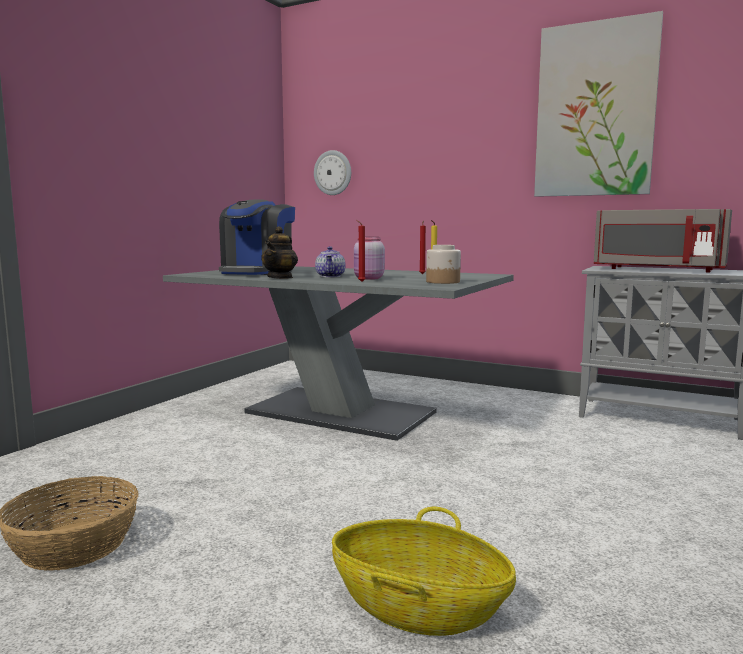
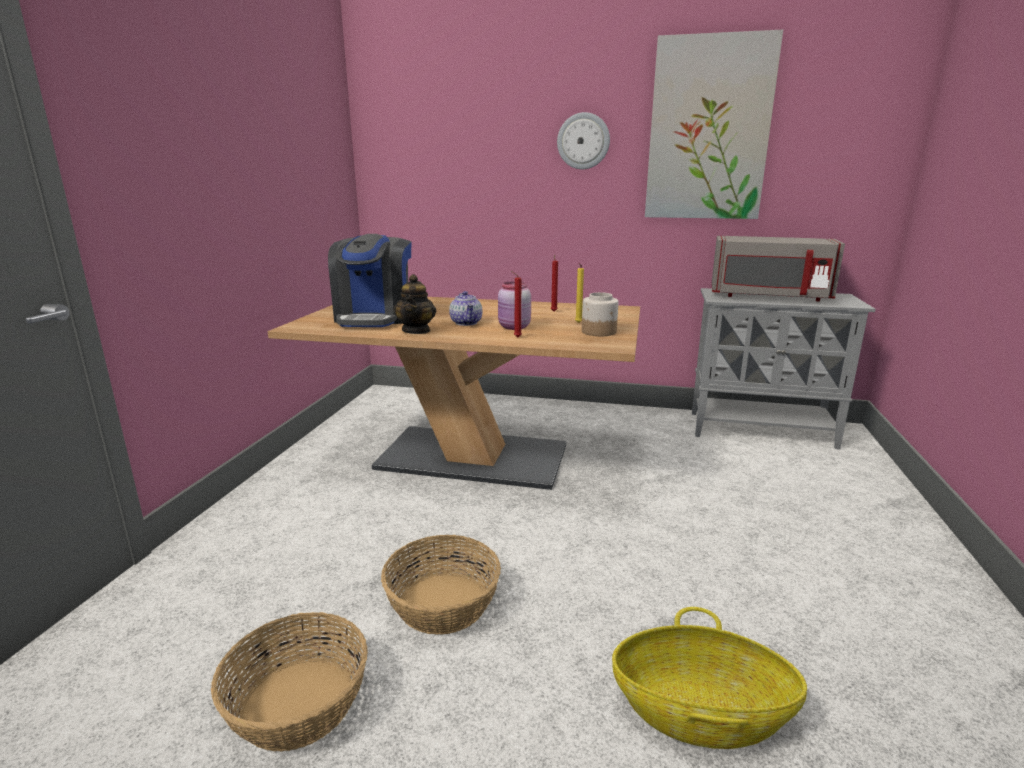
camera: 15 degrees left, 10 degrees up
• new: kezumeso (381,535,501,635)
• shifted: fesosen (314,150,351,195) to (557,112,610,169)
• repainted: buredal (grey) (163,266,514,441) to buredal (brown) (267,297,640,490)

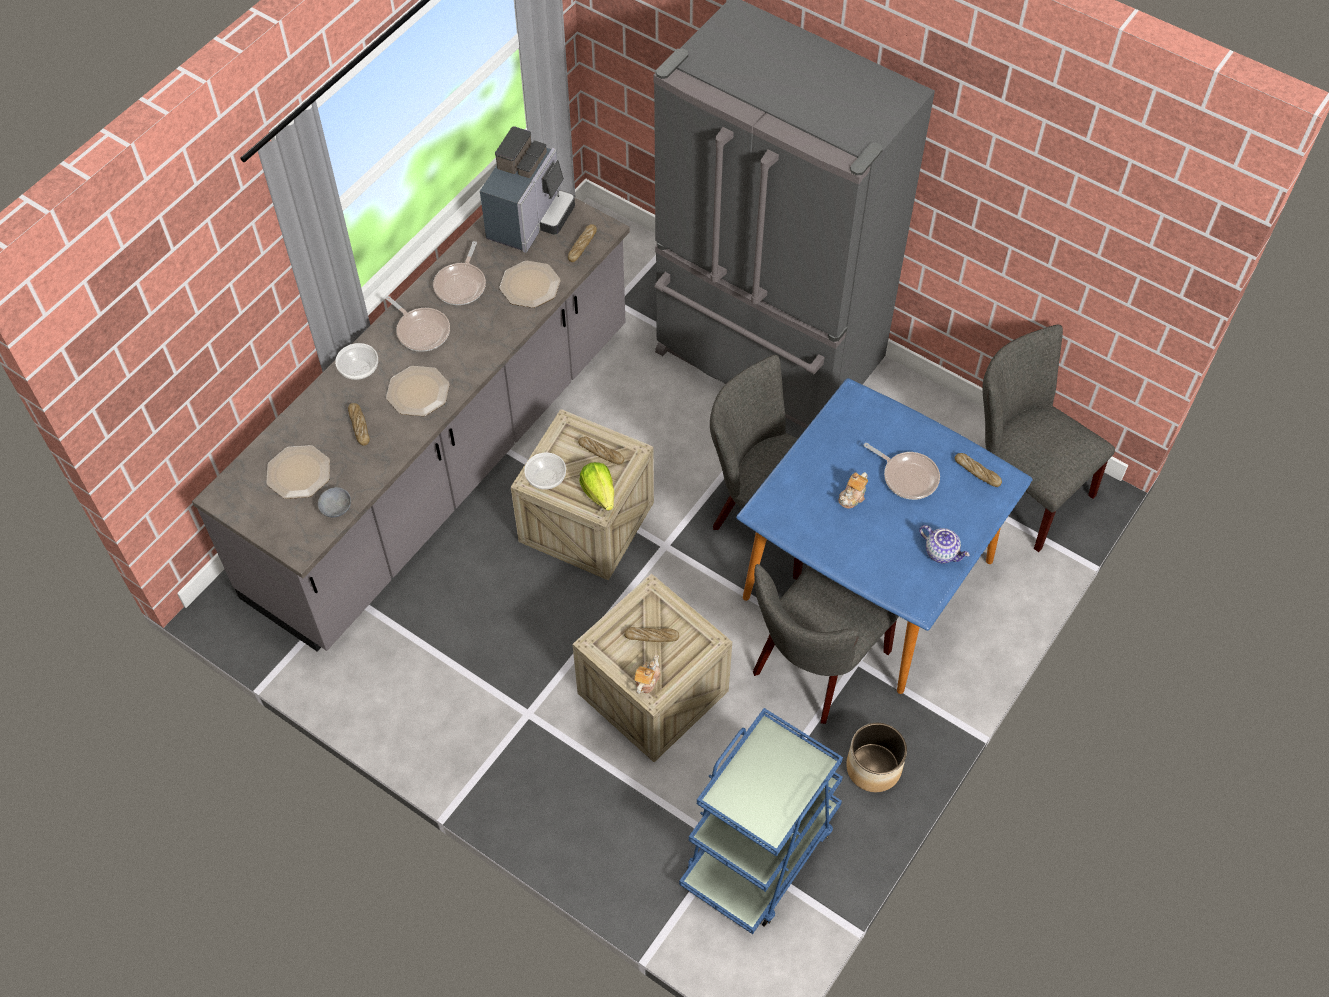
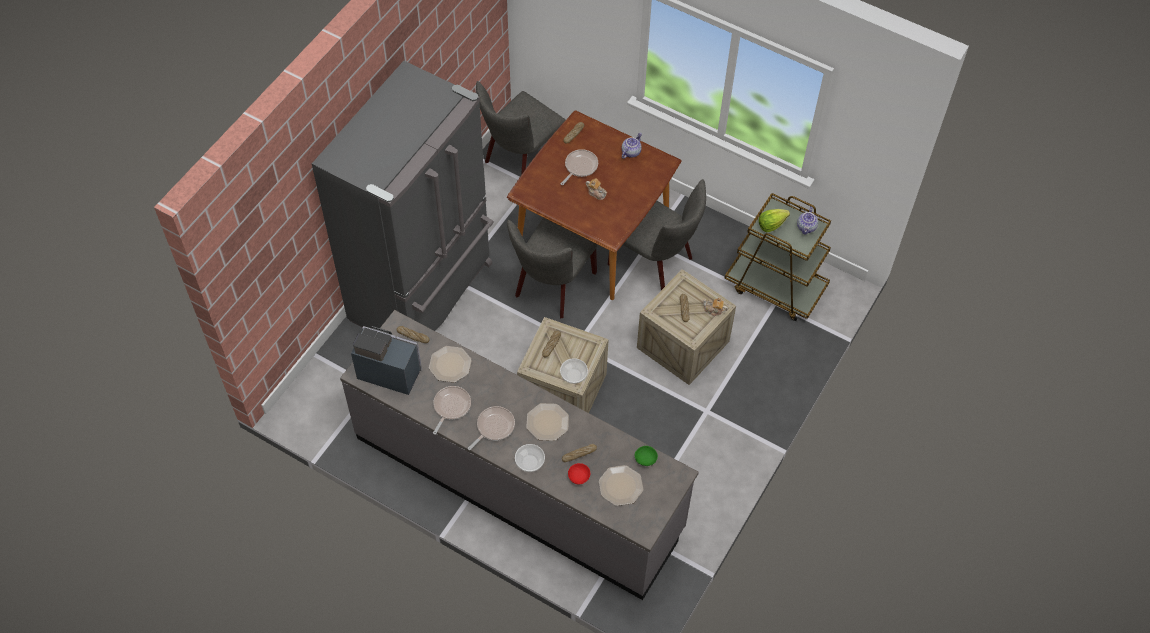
camera: 95 degrees left, 0 degrees up
• gone: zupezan (846,723,907,792)
• new: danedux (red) (568,463,590,485)
• new: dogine (797,207,818,235)
• shifted: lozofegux (579,462,614,511) to (759,209,790,232)
• repainted: danedux (grey) (318,487,351,518) to danedux (green) (635,446,658,466)
• repainted: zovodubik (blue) (679,708,843,934) to zovodubik (brown) (724,193,831,321)
• repainted: buredal (blue) (736,378,1033,694) to buredal (brown) (507,110,682,300)
• rotated: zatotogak (433,241,486,305) = (433,386,471,435) 75 degrees counterclockwise

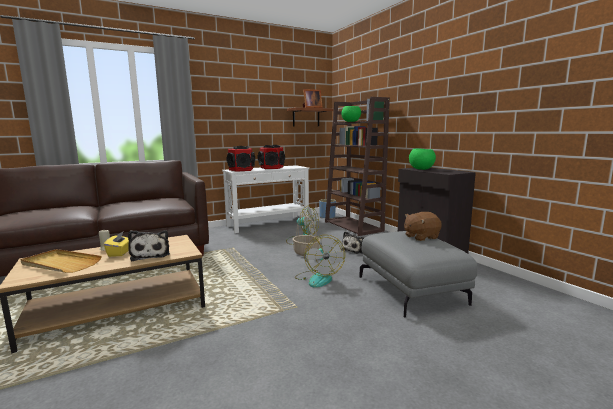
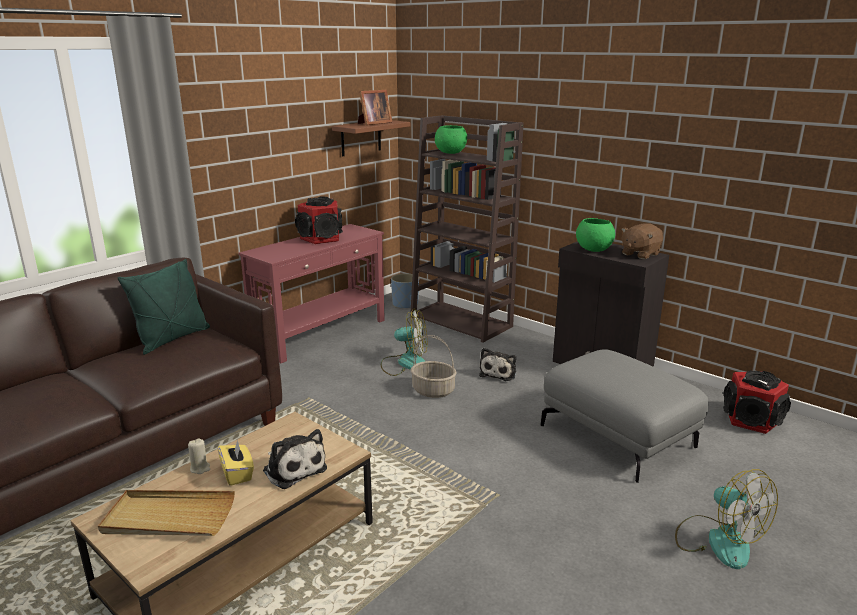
camera: 20 degrees left, 10 degrees up
• new: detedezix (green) (118,259,210,355)
• shifted: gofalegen (226,146,255,172) to (723,370,791,434)
• shifted: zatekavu (295,235,345,287) to (675,469,778,569)
• shifted: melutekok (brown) (404,212,442,241) to (621,223,663,259)
• repainted: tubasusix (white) (222,165,309,233) to tubasusix (red) (239,224,385,363)

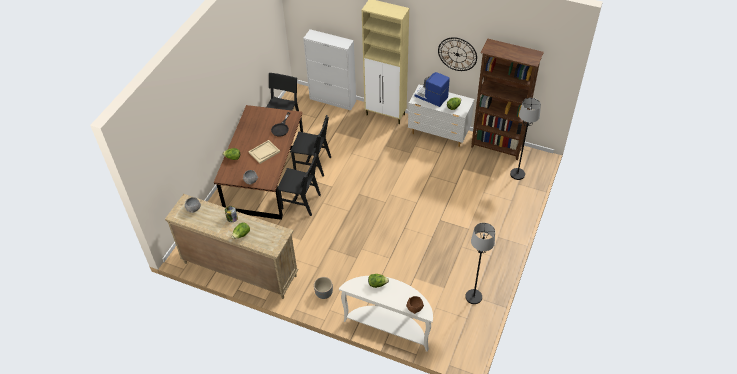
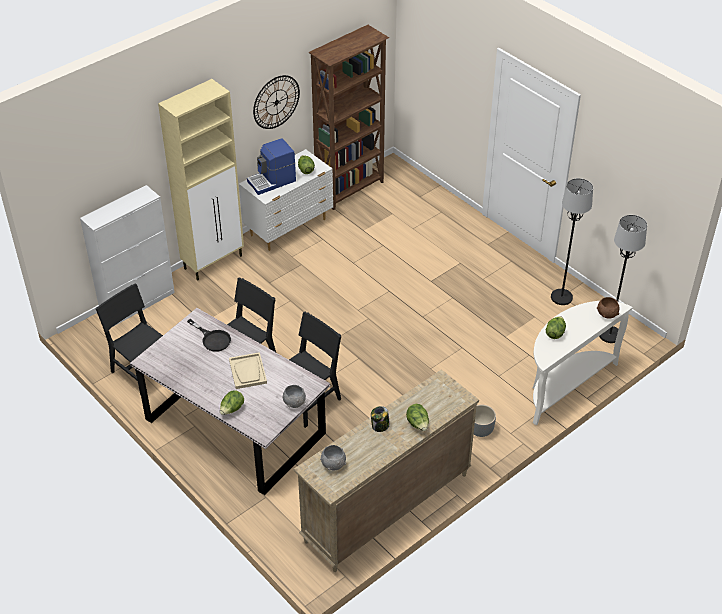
camera: 65 degrees left, 5 degrees down
• shifted: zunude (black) (510,98,541,180) to (599,215,647,343)
• repainted: buredal (brown) (214,105,303,220) to buredal (grey) (130,308,330,495)

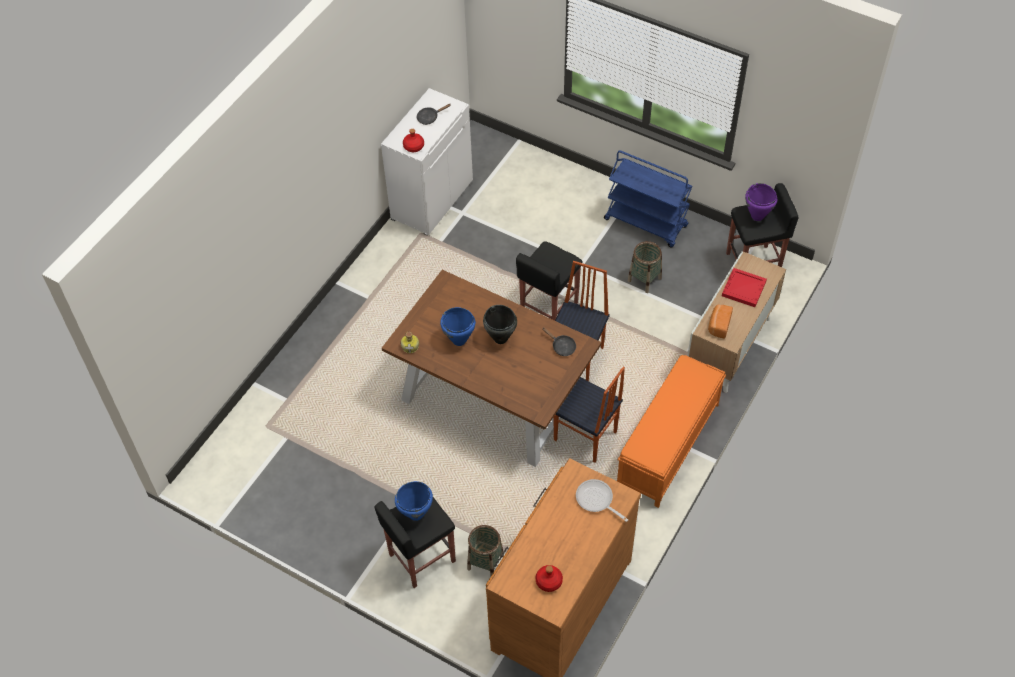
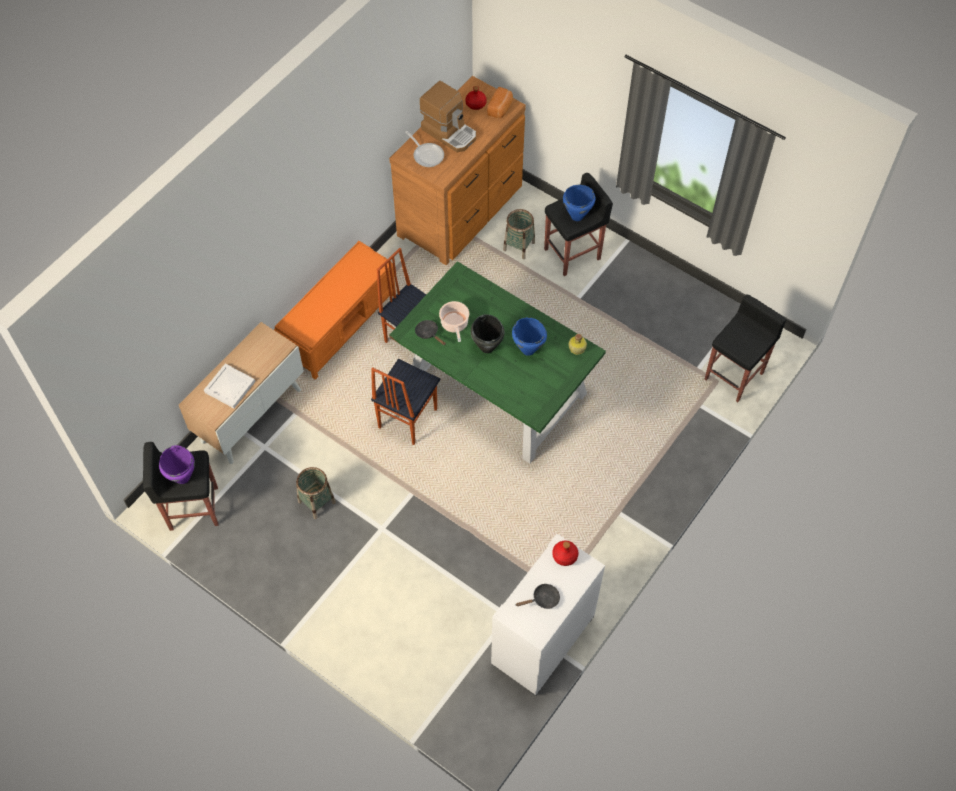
camera: 175 degrees left, 5 degrees up
• gone: zovodubik (blue) (604,150,693,248)
• new: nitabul (420,81,476,152)
• new: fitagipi (439,301,469,342)
• shifted: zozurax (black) (516,241,582,321) to (705,294,786,402)
• shifted: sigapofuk (708,304,733,339) to (487,87,513,118)
• repainted: buredal (brown) (382,270,601,467) to buredal (green) (389,261,606,463)
• repainted: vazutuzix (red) (722,268,767,307) to vazutuzix (white) (204,363,255,408)

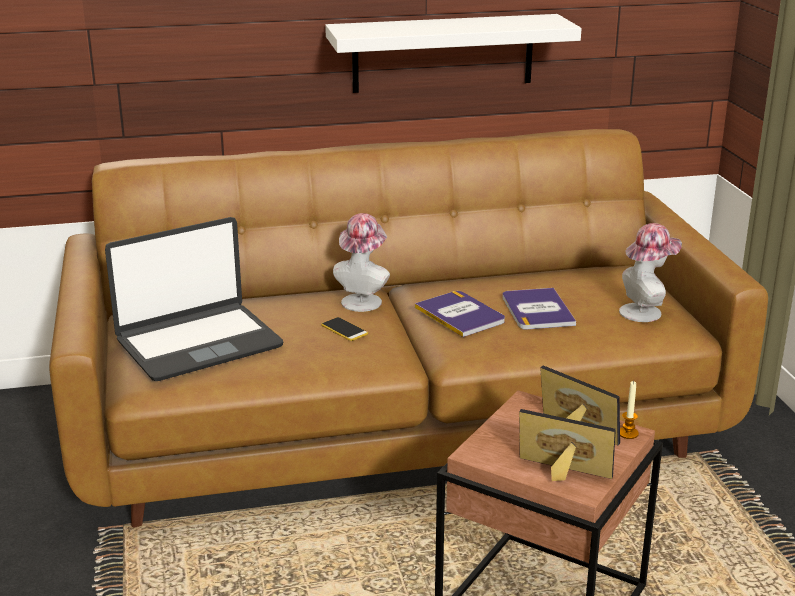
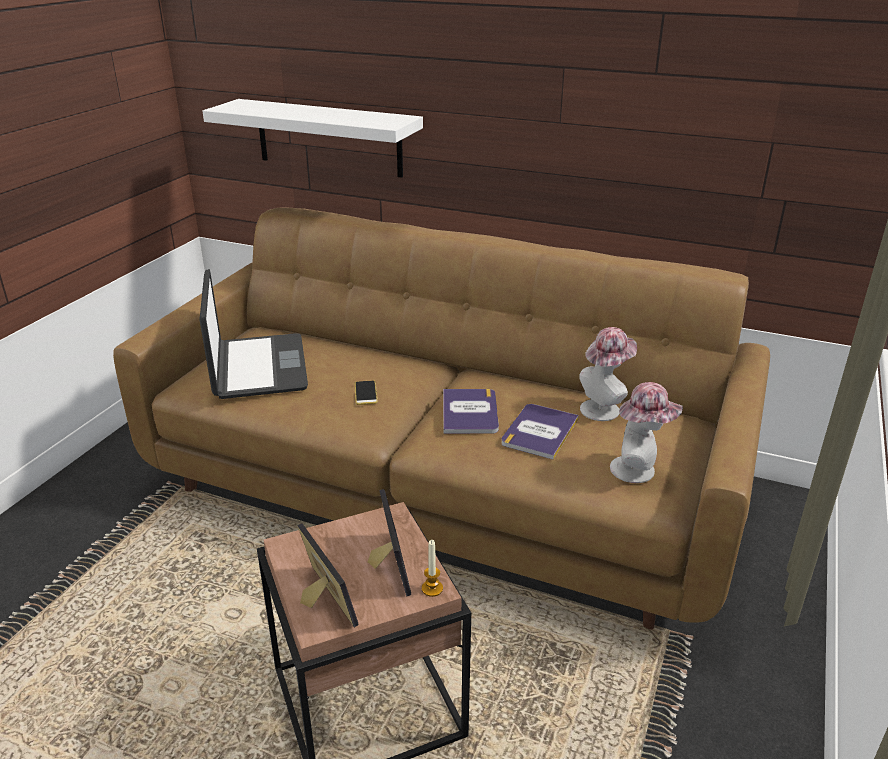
camera: 35 degrees right, 5 degrees up
• shifted: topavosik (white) (325,14,582,93) to (202,99,423,178)
• shifted: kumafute (333,213,390,312) to (579,327,637,421)
• rotated: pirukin (105,217,283,381) = (199,269,308,399) 105 degrees counterclockwise

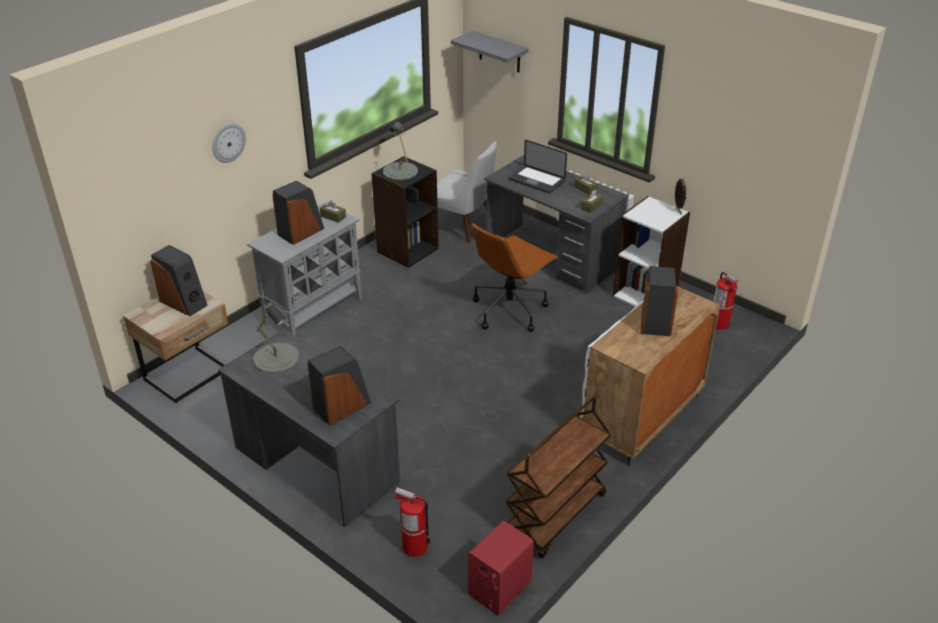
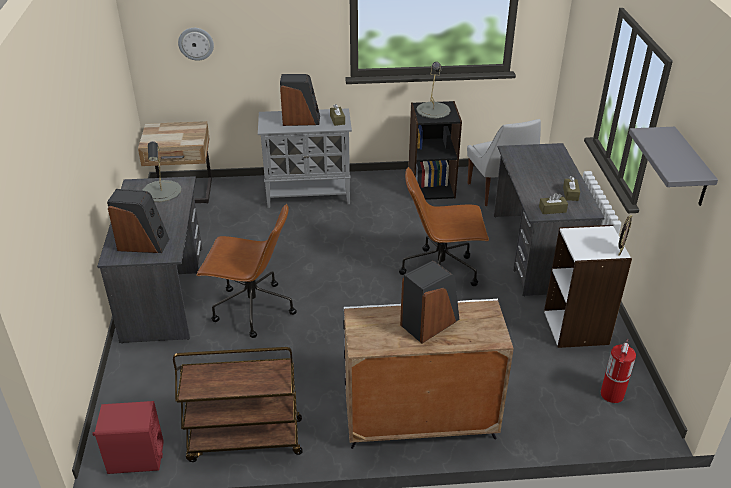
camera: 45 degrees right, 0 degrees up
• gone: gofalegen (150,245,208,316)
• gone: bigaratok (394,487,431,557)
• gone: pirukin (508,140,567,193)
• new: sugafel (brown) (196,204,297,338)
• shifted: fesosen (212,123,246,163) to (178,28,214,61)
• shifted: topavosik (grey) (451,31,529,72) to (629,127,718,206)

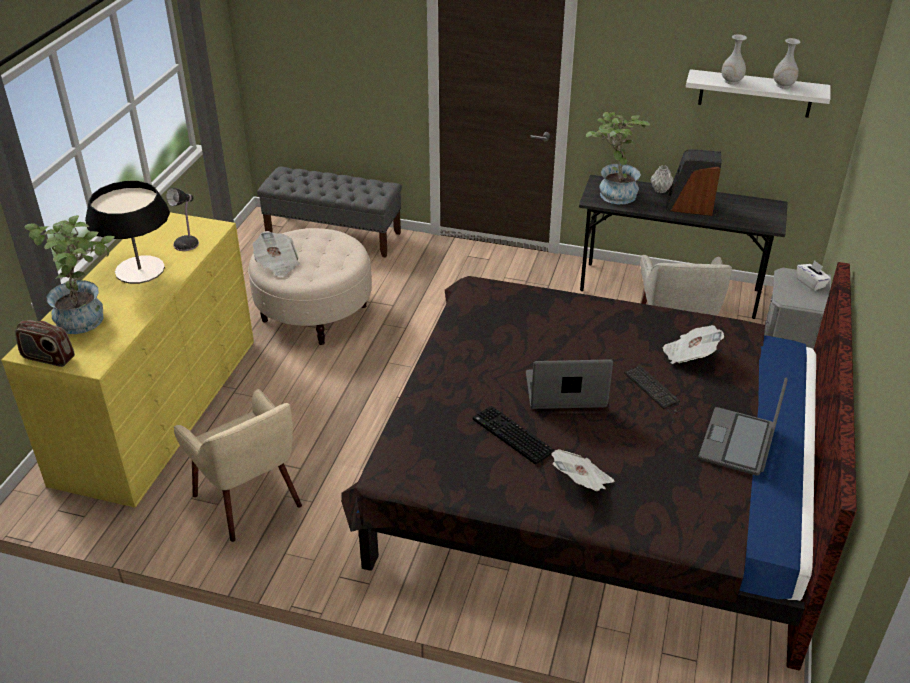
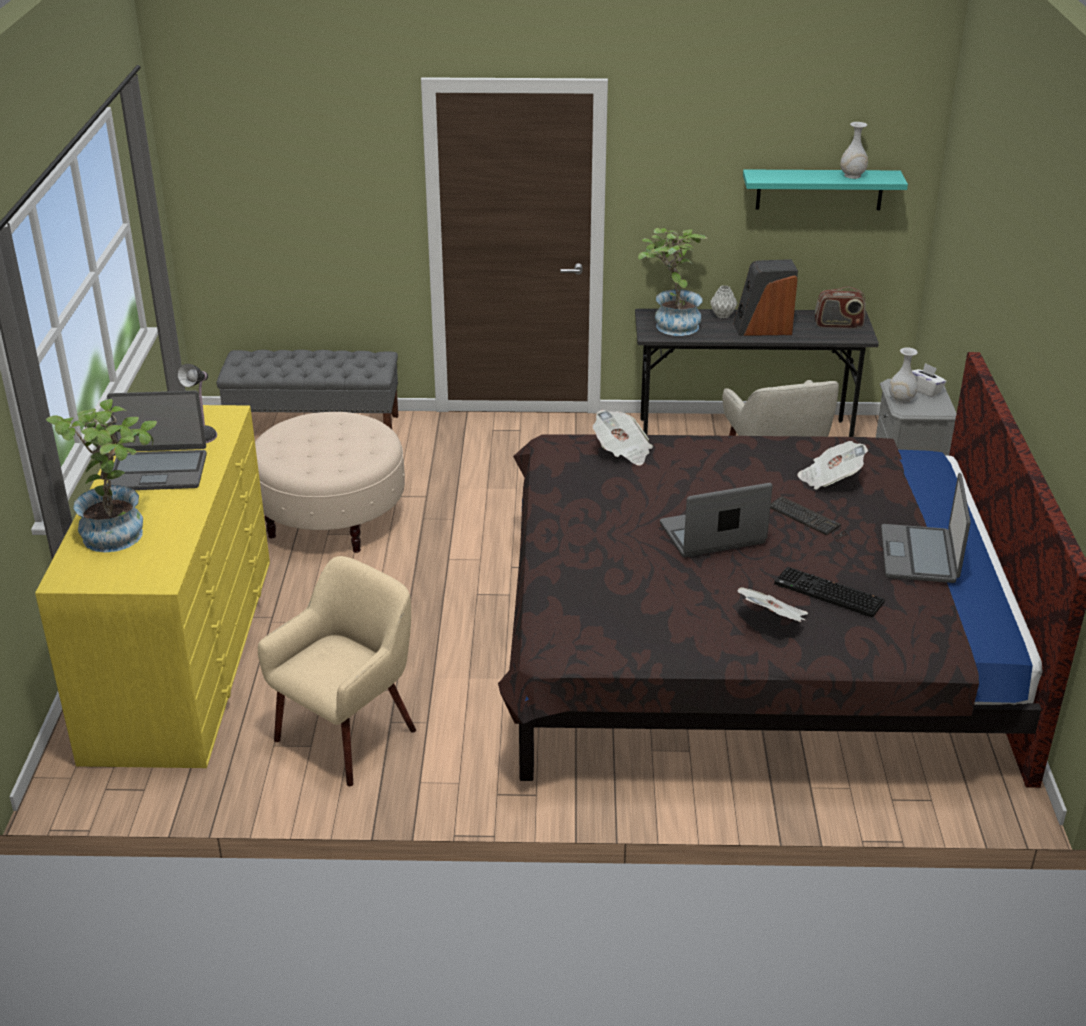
camera: 15 degrees left, 5 degrees down
• shifted: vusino (15,320,75,367) to (815,286,866,329)
• shifted: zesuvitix (252,231,300,278) to (593,410,653,465)
• shifted: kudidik (473,406,555,465) to (774,567,885,617)
• shifted: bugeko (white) (722,34,747,85) to (889,347,918,404)
• swapped: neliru (85,181,170,284) to pirukin (107,391,207,490)
• repainted: topavosik (white) (686,69,830,118) to topavosik (turquoise) (743,169,908,210)
• rotated: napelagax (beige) (174,389,302,542) = (258,556,416,786) 90 degrees counterclockwise

